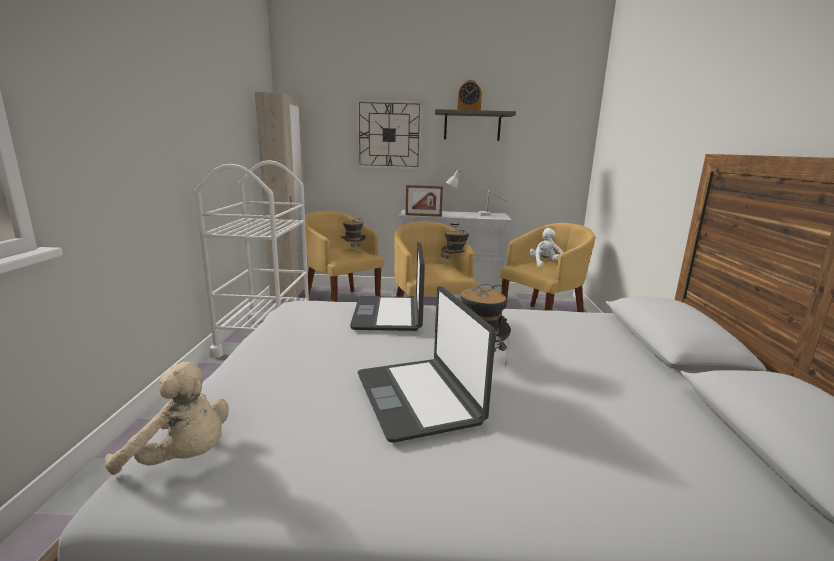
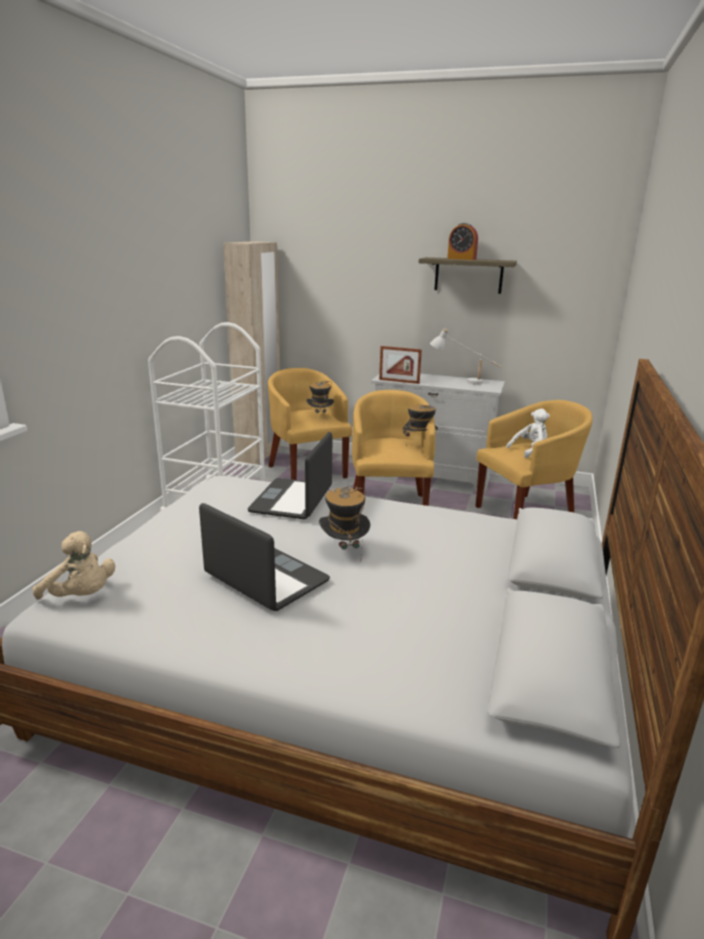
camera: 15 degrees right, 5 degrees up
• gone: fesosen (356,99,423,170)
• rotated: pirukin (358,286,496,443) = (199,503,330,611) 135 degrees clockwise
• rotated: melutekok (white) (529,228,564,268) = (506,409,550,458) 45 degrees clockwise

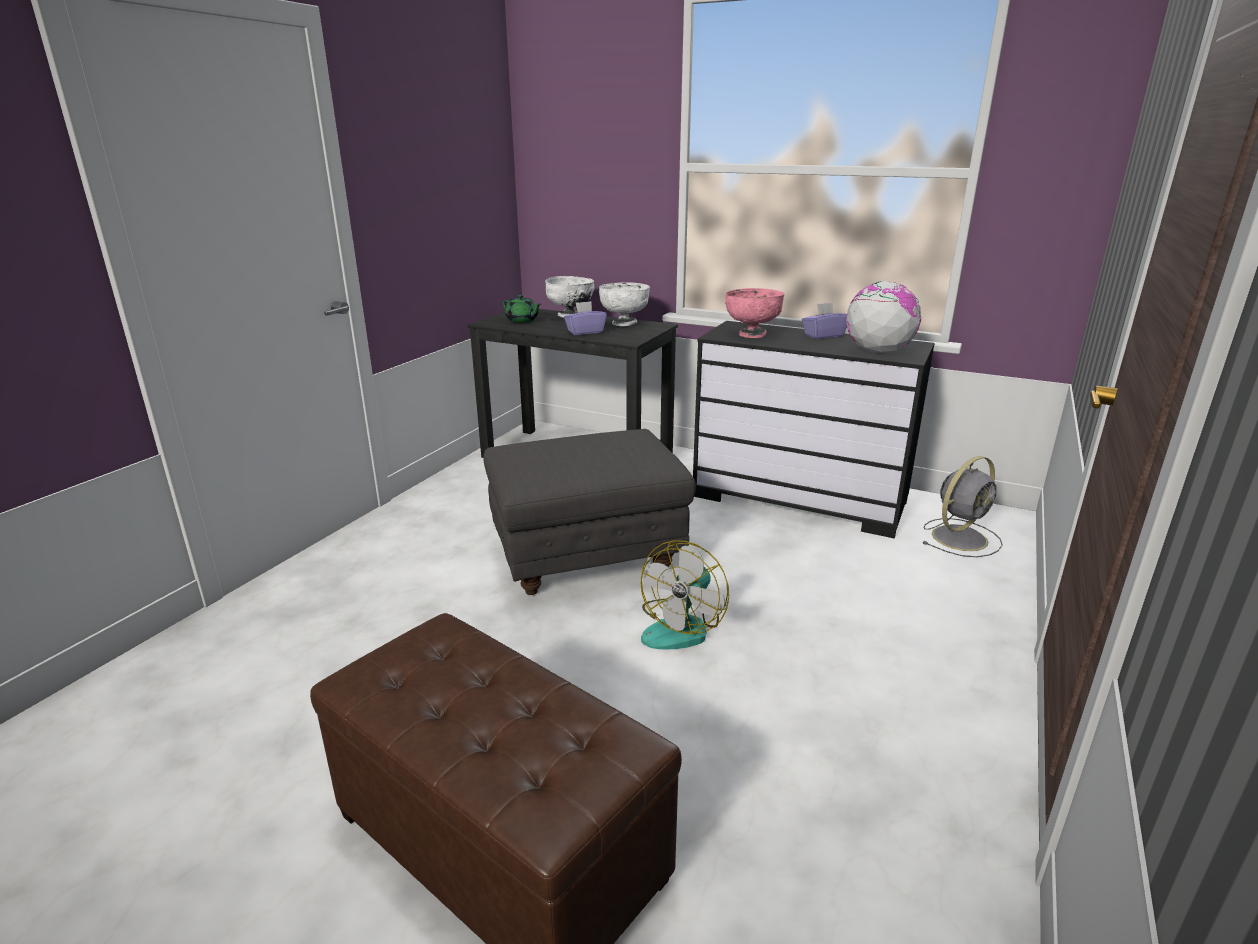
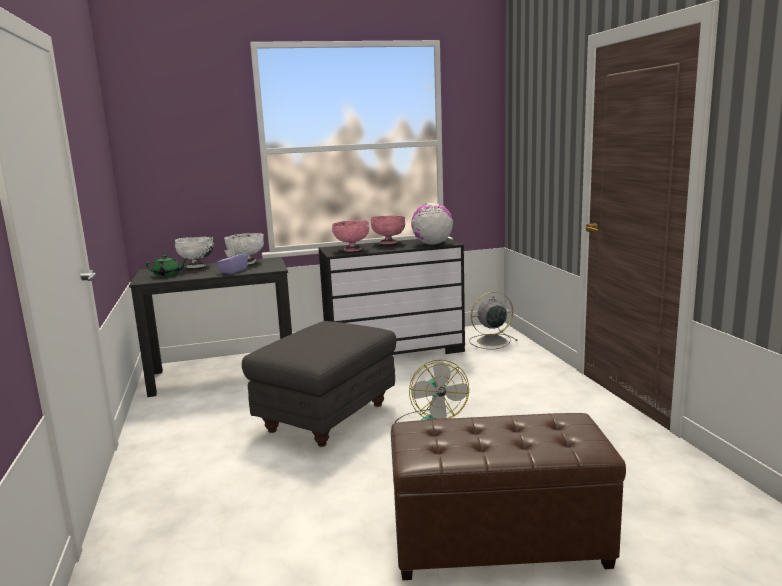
camera: 40 degrees left, 10 degrees down
• swapped: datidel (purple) (802,302,847,339) to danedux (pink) (371,216,405,244)
• rotated: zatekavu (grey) (923,456,1003,557) = (469,292,517,350) 120 degrees counterclockwise

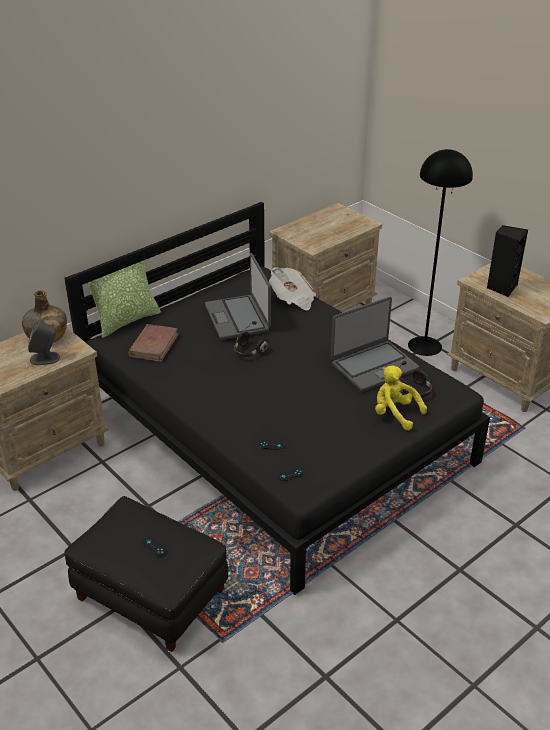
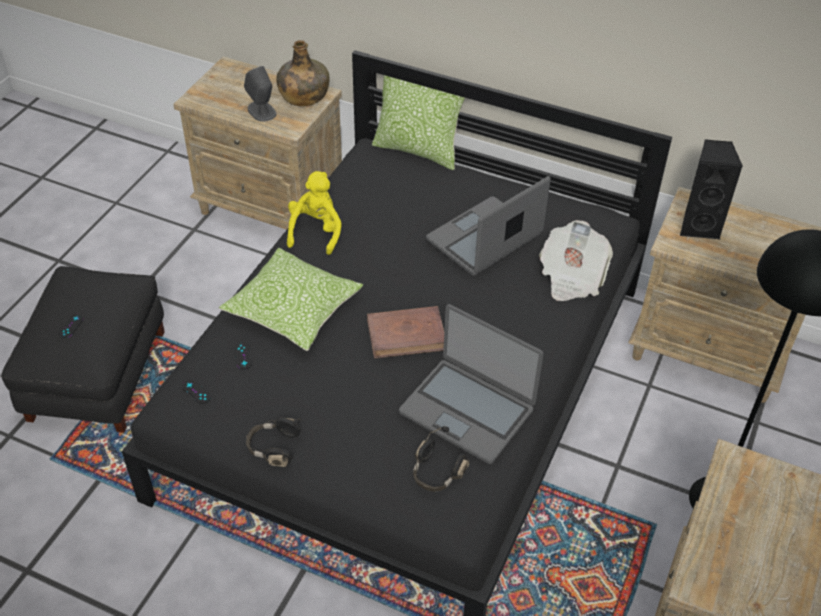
camera: 65 degrees right, 10 degrees up
• new: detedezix (219,248,363,351)
• shifted: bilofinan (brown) (128,324,179,362) to (367,306,444,359)
• shifted: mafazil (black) (234,321,268,357) to (246,417,302,467)
• shifted: melutekok (yellow) (375,366,427,430) to (287,171,342,255)
• shifted: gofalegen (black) (487,225,528,297) to (680,139,743,239)

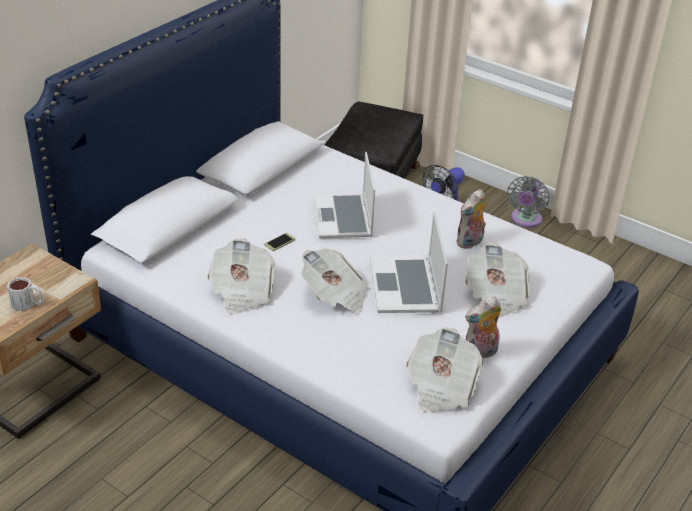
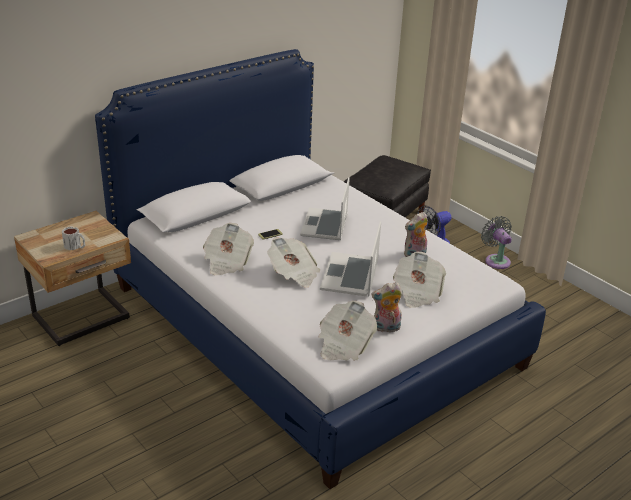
camera: 15 degrees right, 5 degrees down
• rotated: zatekavu (grey) (507,176,549,227) = (481,216,512,269) 120 degrees clockwise

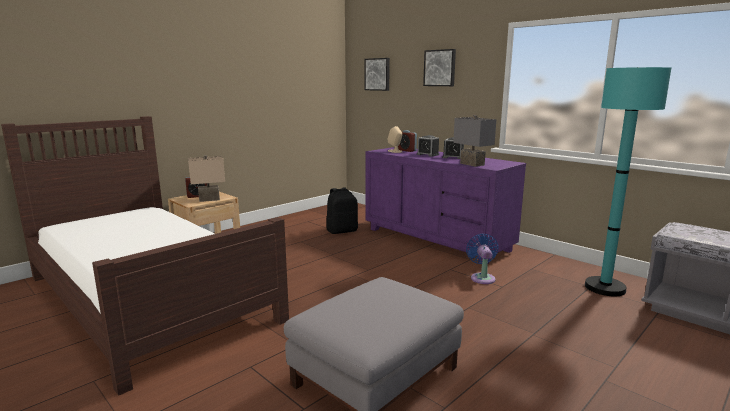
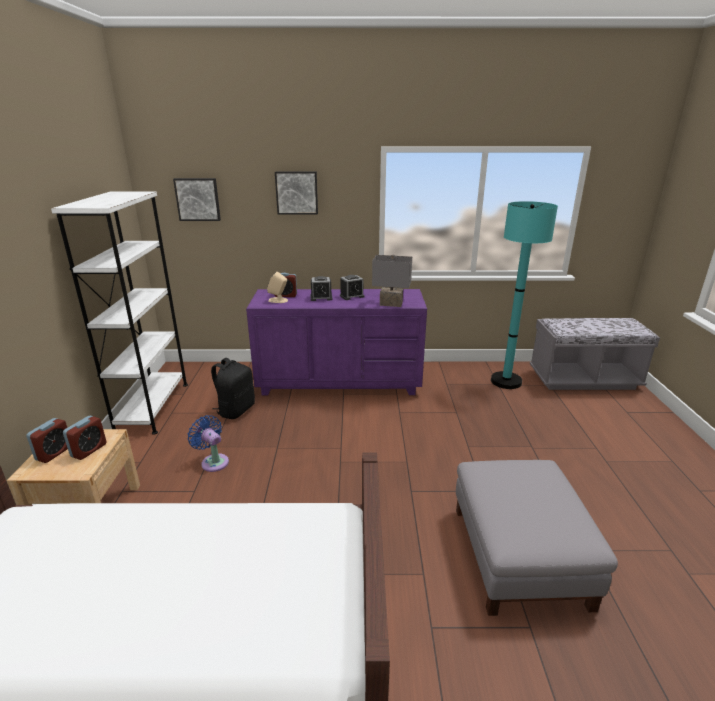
camera: 45 degrees left, 10 degrees up
• new: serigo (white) (51,192,188,435)
• shifted: zatekavu (blue) (466,234,499,284) to (188,415,229,472)
• swapped: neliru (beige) (188,155,225,202) to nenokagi (63,415,107,460)

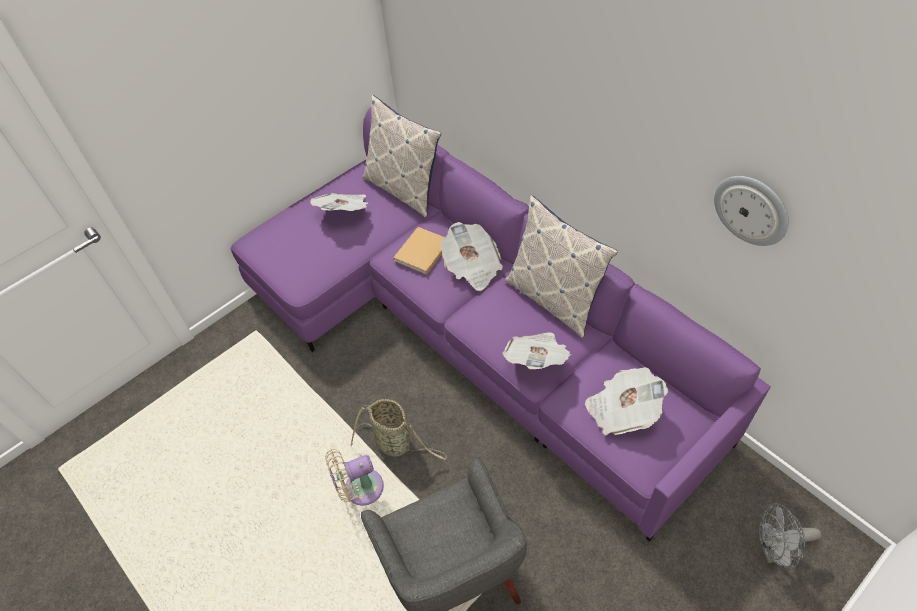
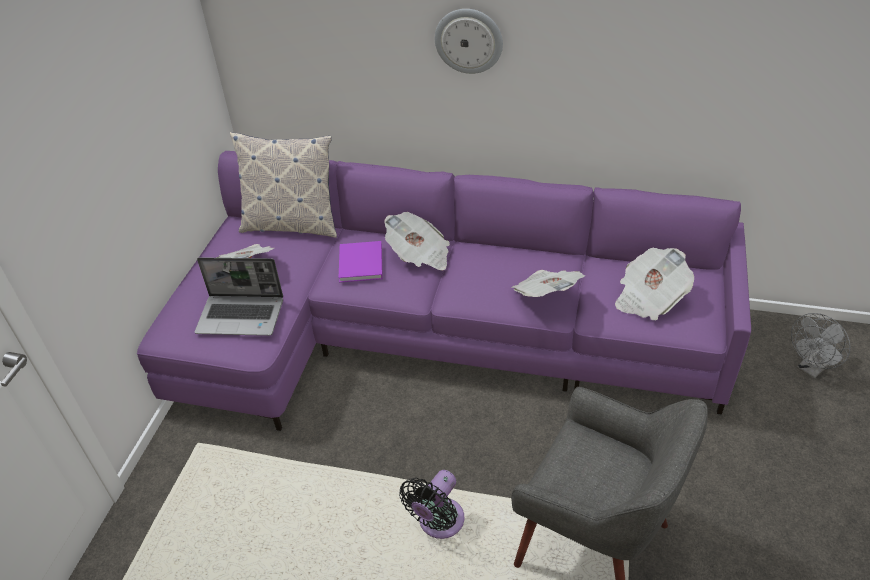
camera: 35 degrees left, 10 degrees down
• gone: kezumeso (351,399,447,460)
• gone: detedezix (505,195,618,338)
• new: pirukin (195,257,283,336)
• shifted: fesosen (714,176,789,246) to (435,9,503,74)
• repainted: zatekavu (beige) (325,449,384,506) to zatekavu (black) (399,470,464,539)
• repainted: bilofinan (beige) (393,227,445,275) to bilofinan (purple) (339,241,383,283)

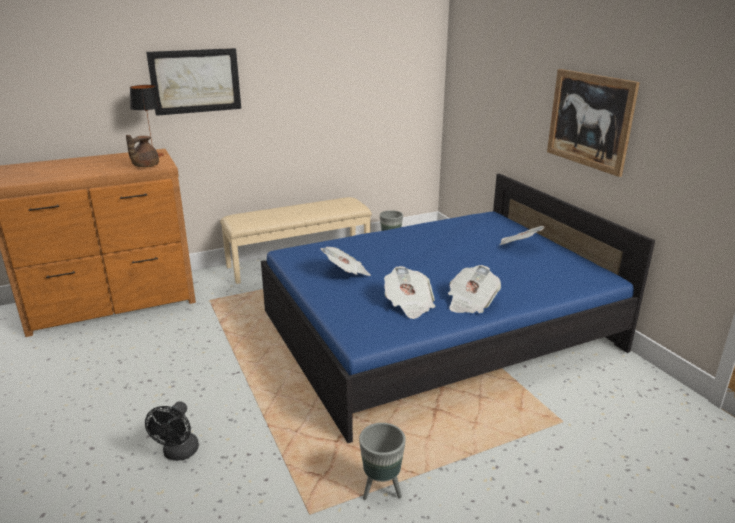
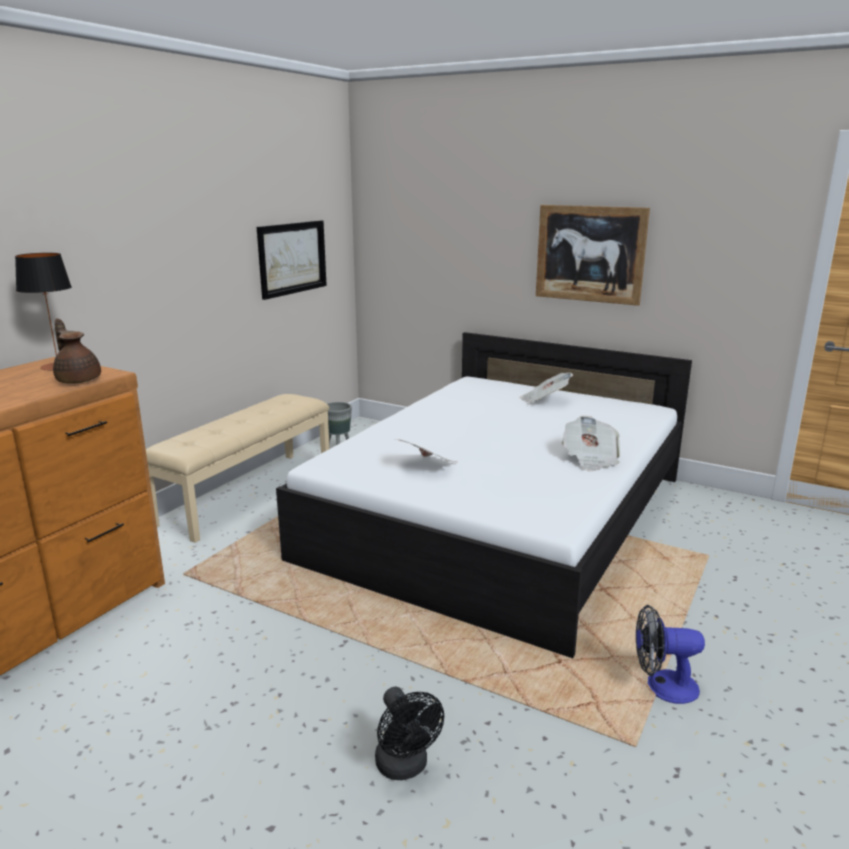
camera: 35 degrees left, 5 degrees down
• gone: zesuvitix (384,266,435,319)
• shifted: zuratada (146,48,241,116) to (257,220,327,300)
• swapped: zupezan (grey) (359,423,406,500) to zatekavu (636,605,705,704)
• repainted: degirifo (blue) (261,173,655,443) to degirifo (white) (276,332,692,658)
• rotated: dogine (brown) (126,135,159,167) = (53,319,101,384) 150 degrees clockwise

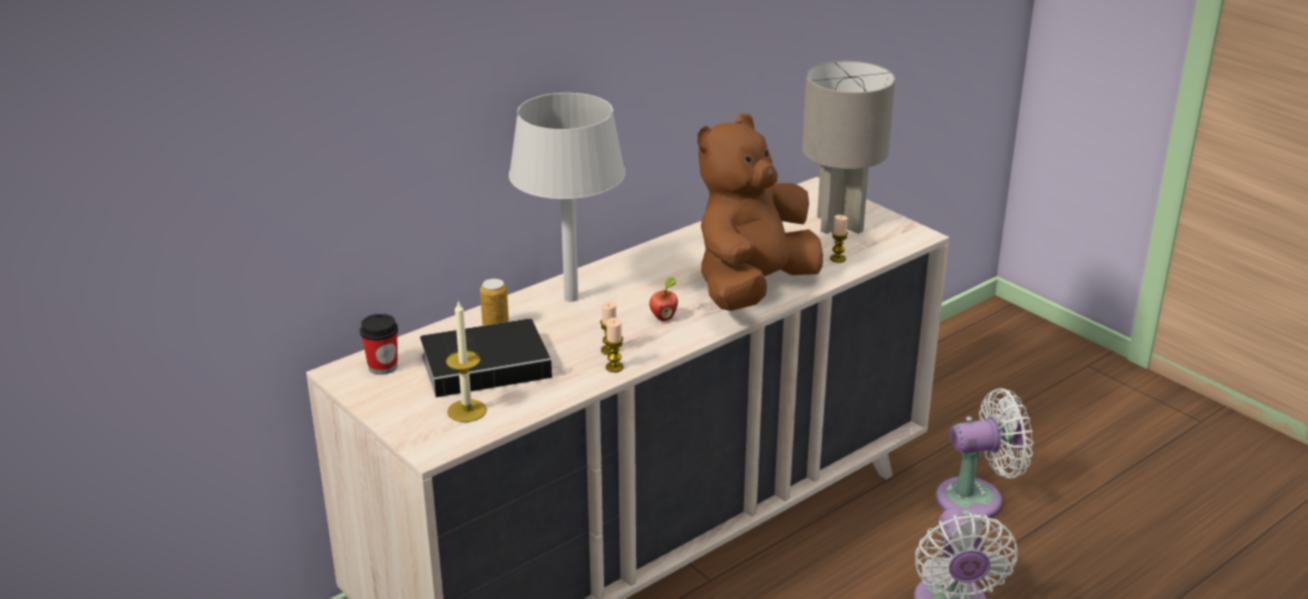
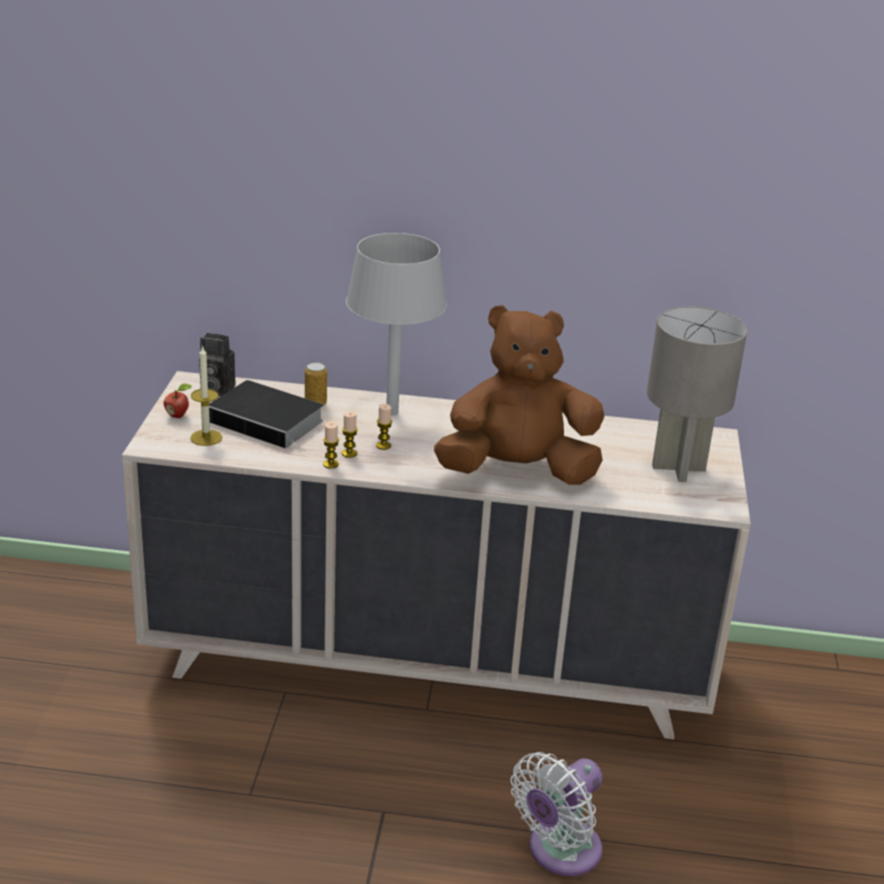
camera: 45 degrees right, 0 degrees up
• gone: zatekavu (white) (936,388,1033,518)
• shifted: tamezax (649,277,678,321) to (164,383,192,418)
• shifted: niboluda (830,215,848,263) to (376,404,392,450)
• swapped: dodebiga (360,314,398,375) to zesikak (199,333,235,396)

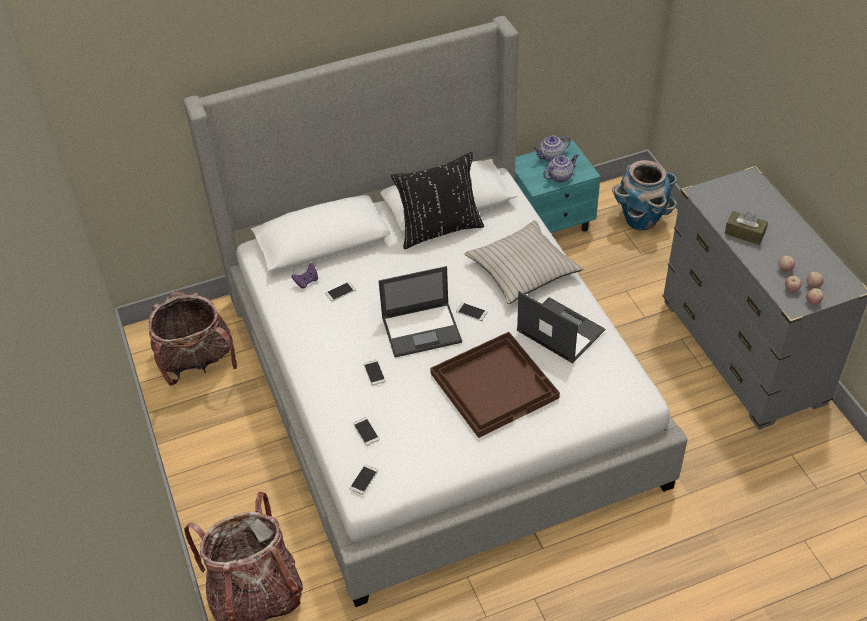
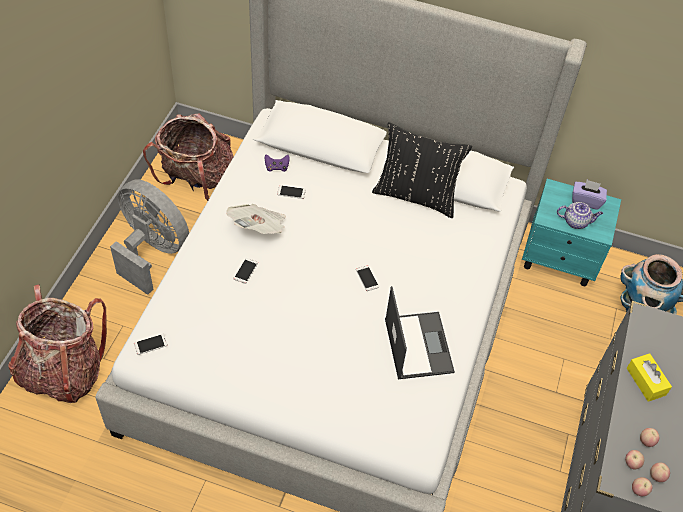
camera: 35 degrees right, 5 degrees up
• gone: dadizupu (353,417,380,446)
• gone: pirukin (379,266,462,358)
• gone: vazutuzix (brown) (430,332,560,438)
• gone: detedezix (beige) (464,220,584,304)
• new: zatekavu (grey) (110,179,189,295)
• new: zesuvitix (226,204,286,234)
• swapped: dogine (534,136,570,162) to datidel (purple) (572,180,607,210)
• repainted: datidel (brown) (725,211,768,245) to datidel (yellow) (627,353,672,402)

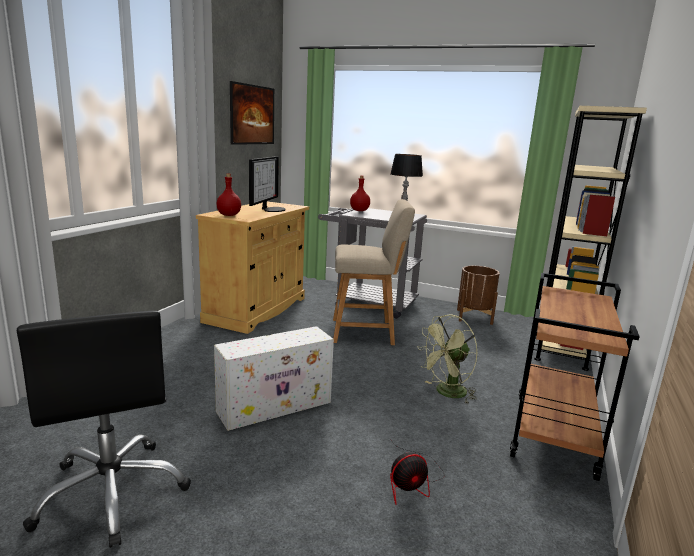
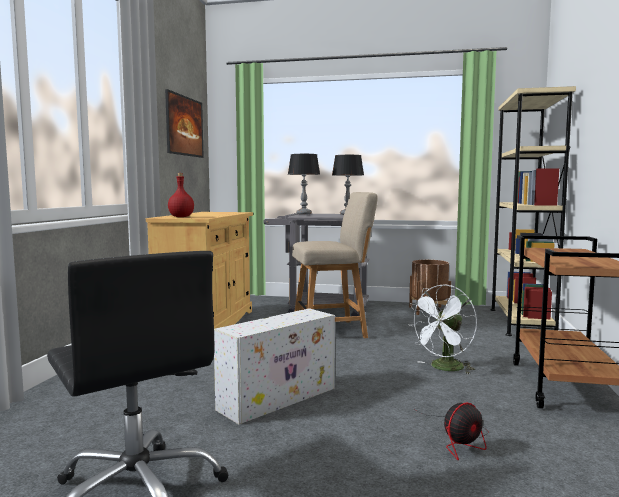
camera: 10 degrees left, 10 degrees down
• gone: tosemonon (249,156,285,212)
• swapped: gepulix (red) (350,176,370,211) to neliru (288,154,320,214)
• repainted: zatekavu (green) (417,315,478,404) to zatekavu (white) (408,284,477,374)

